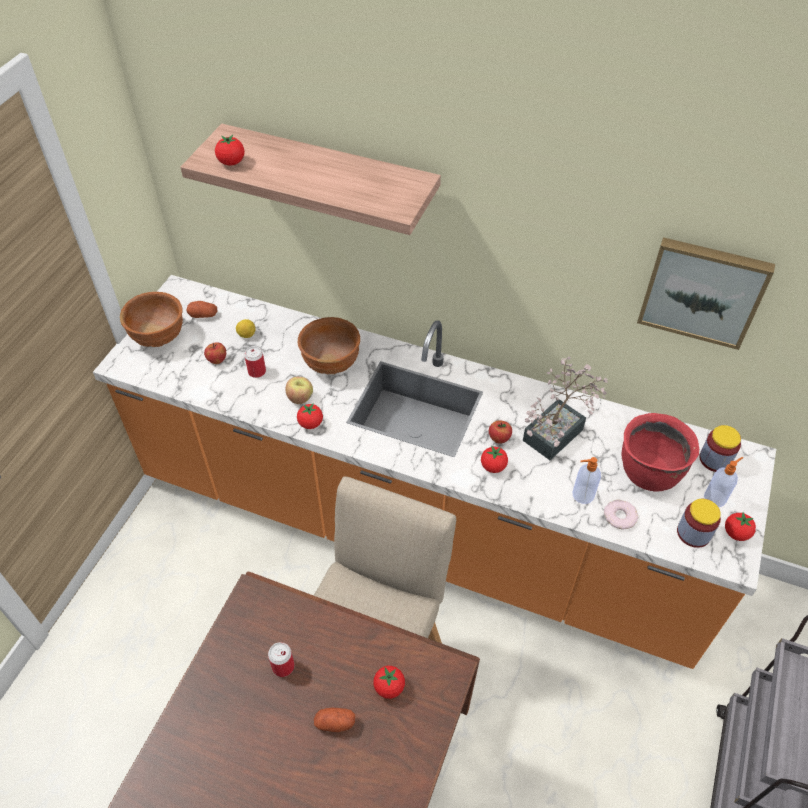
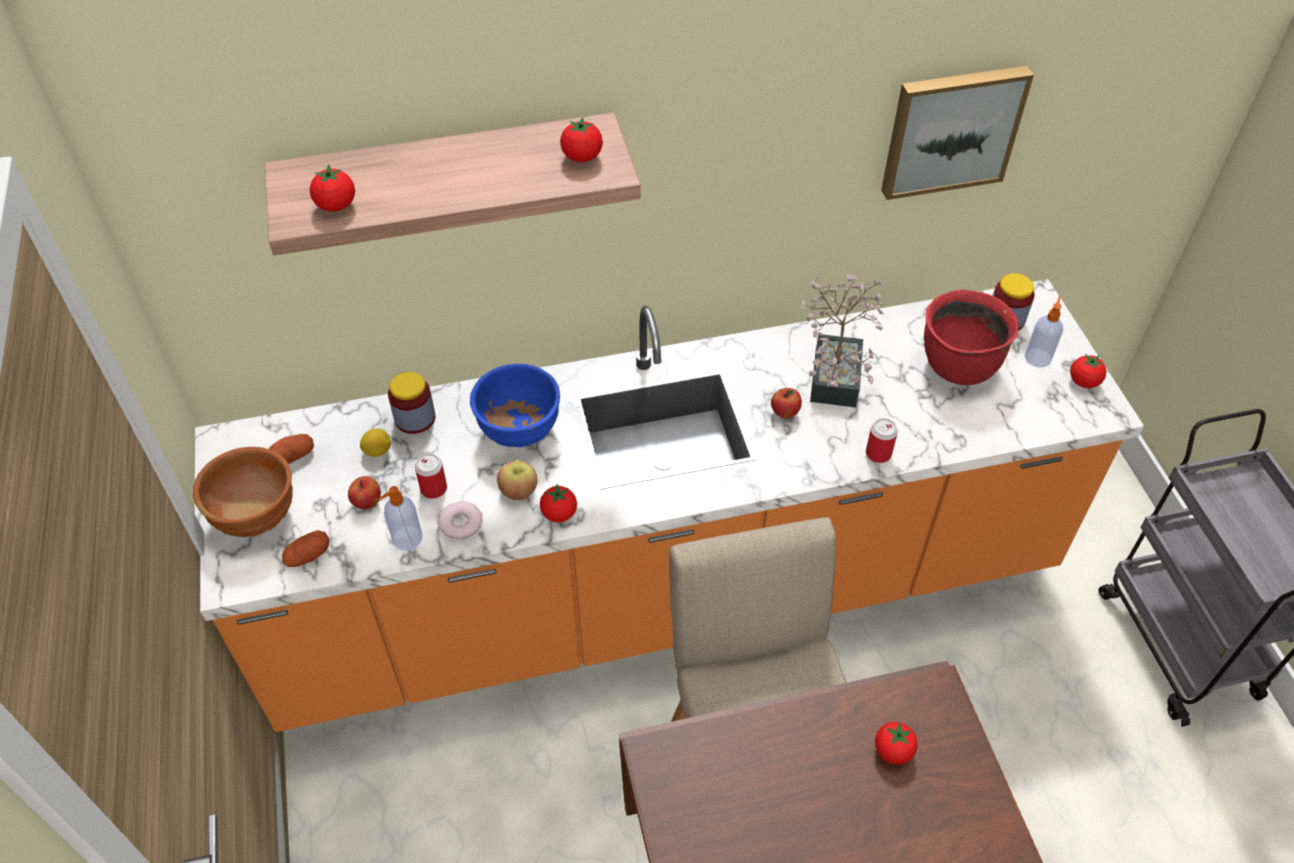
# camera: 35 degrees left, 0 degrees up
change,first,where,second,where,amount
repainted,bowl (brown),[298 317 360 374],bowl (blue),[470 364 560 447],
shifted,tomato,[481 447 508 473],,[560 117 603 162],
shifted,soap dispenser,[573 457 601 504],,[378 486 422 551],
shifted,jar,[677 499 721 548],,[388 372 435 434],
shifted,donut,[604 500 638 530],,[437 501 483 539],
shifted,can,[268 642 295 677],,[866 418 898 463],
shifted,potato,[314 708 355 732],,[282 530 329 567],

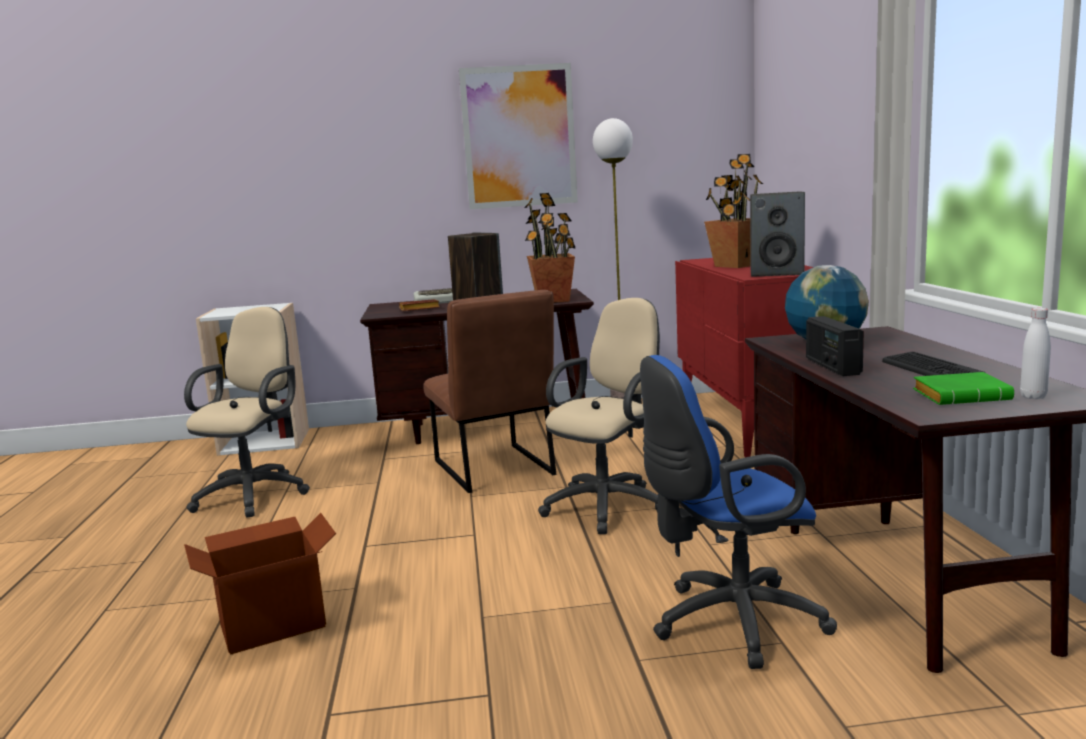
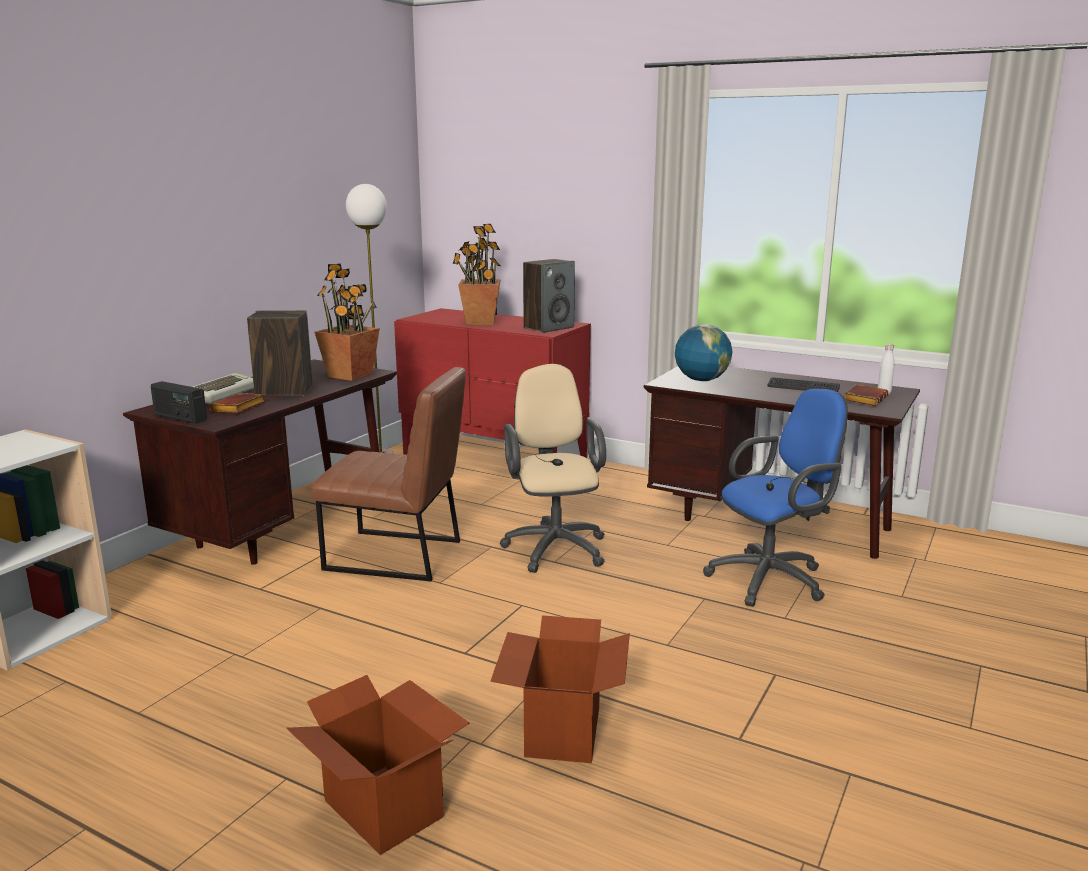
# camera: 55 degrees left, 5 degrees up
change,first,where,second,where,amount
gone,picture,[459 63 578 209],,,
gone,office chair (beige),[184 307 310 518],,,
shifted,radio,[806 316 864 376],,[151 381 207 424],
rotated,office chair (blue),[640 355 837 669],,[703 389 848 607],135 degrees counterclockwise
repainted,book (green),[913 372 1014 405],book (brown),[845 384 888 406],
new,,,cardboard box,[286 675 470 855],

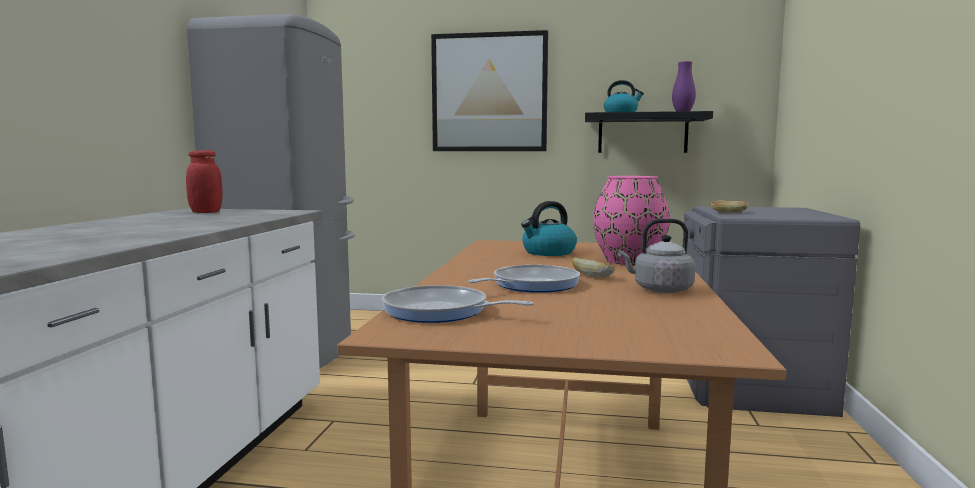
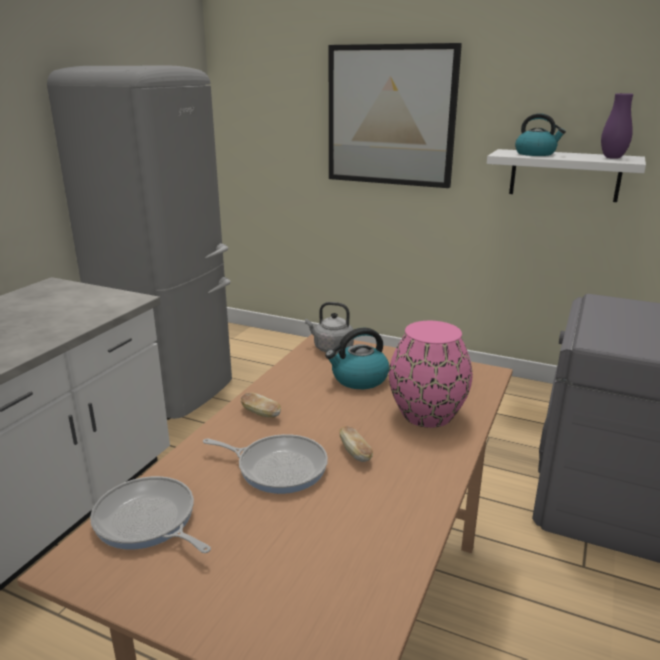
# camera: 15 degrees right, 15 degrees up
change,first,where,second,where,amount
repainted,shelf (black),[585 111 713 153],shelf (white),[487 149 646 202],
gone,jar (red),[186 150 223 213],,,
shifted,bread,[710 201 749 213],,[241 392 281 418],
shifted,kettle (grey),[618 219 696 293],,[305 302 354 353],
rotated,frying pan,[468 265 580 293],,[203 434 328 494],45 degrees clockwise

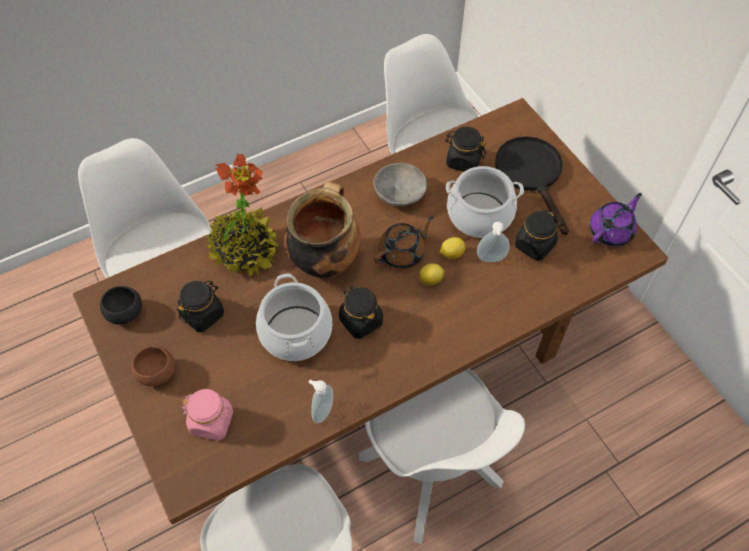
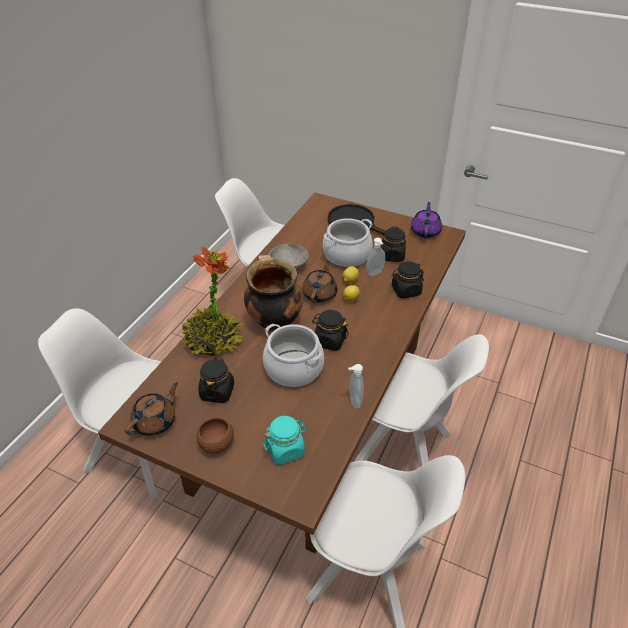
# camera: 35 degrees left, 15 degrees down
change,first,where,second,where,amount
shifted,jar (black),[445 127 486 172],,[391 261 424 299],
swapped,bowl (black),[100 286 142 325],teapot (brown),[125 382 178 436],
repainted,jar (pink),[182 389 233 441],jar (turquoise),[263 416 307 465],

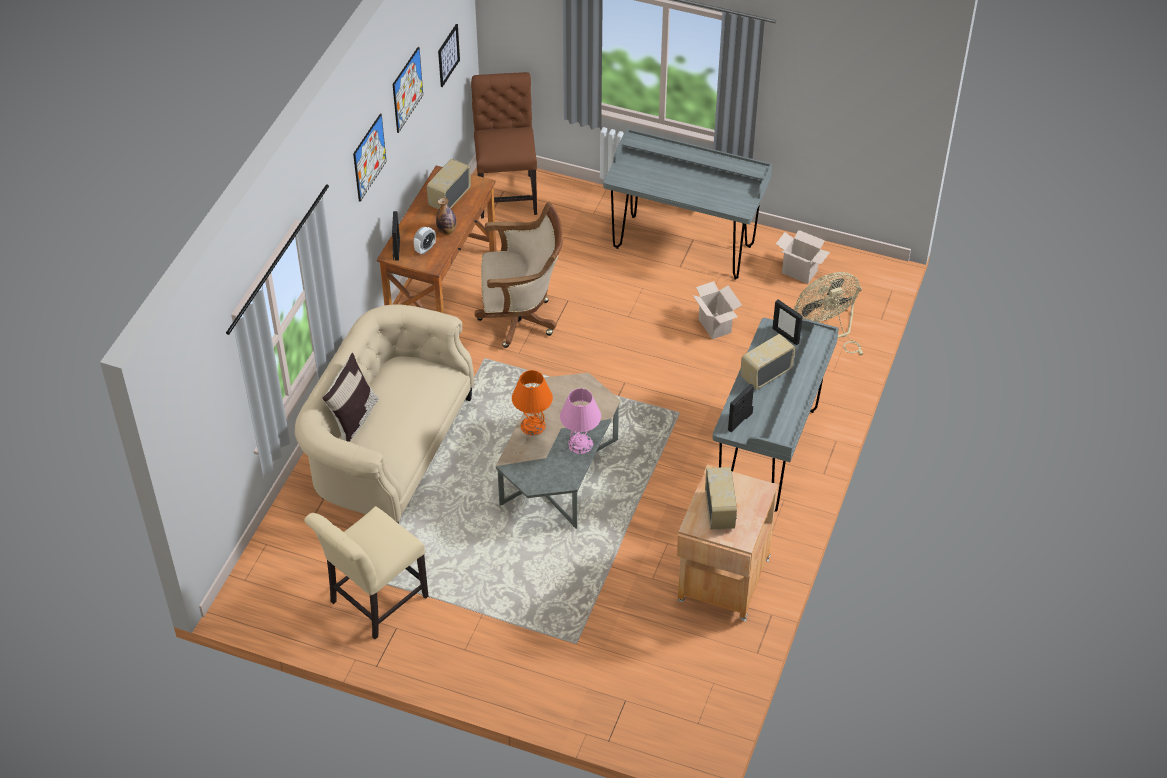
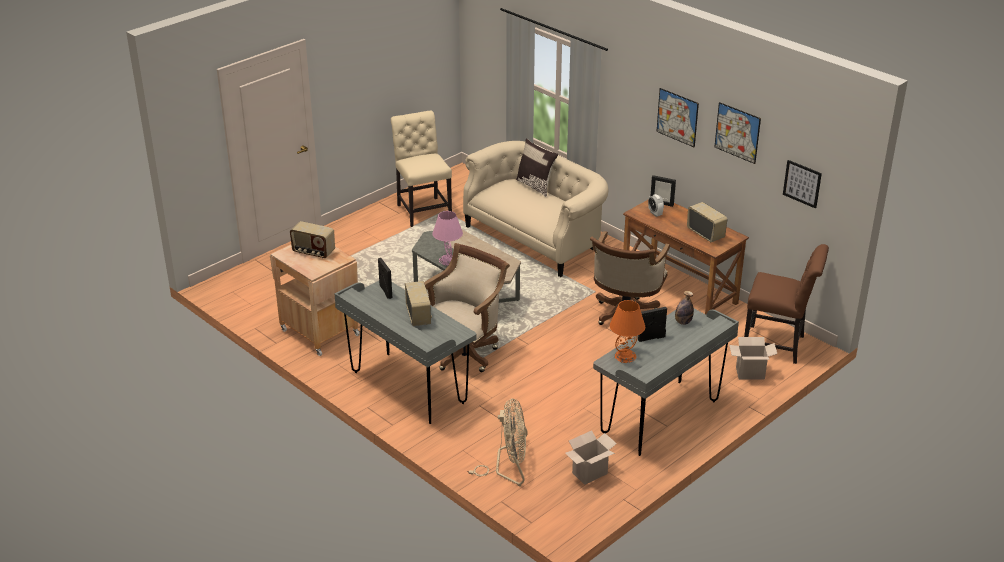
# camera: 115 degrees right, 15 degrees down
change,first,where,second,where,amount
shifted,bottle,[436 198 457 235],,[675 291 694 325],
shifted,cardboard box,[693 281 742 339],,[729 337 777 379],
shifted,picture frame,[772 299 803 345],,[638 307 667 342],
shifted,table lamp (orange),[512 370 553 436],,[610 300 645 363],
new,,,office chair,[424 243 510 372],

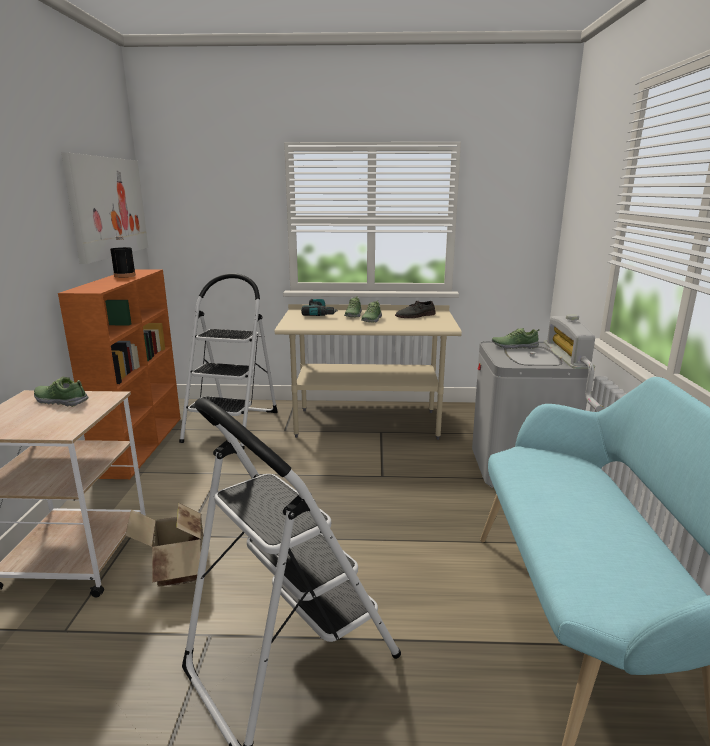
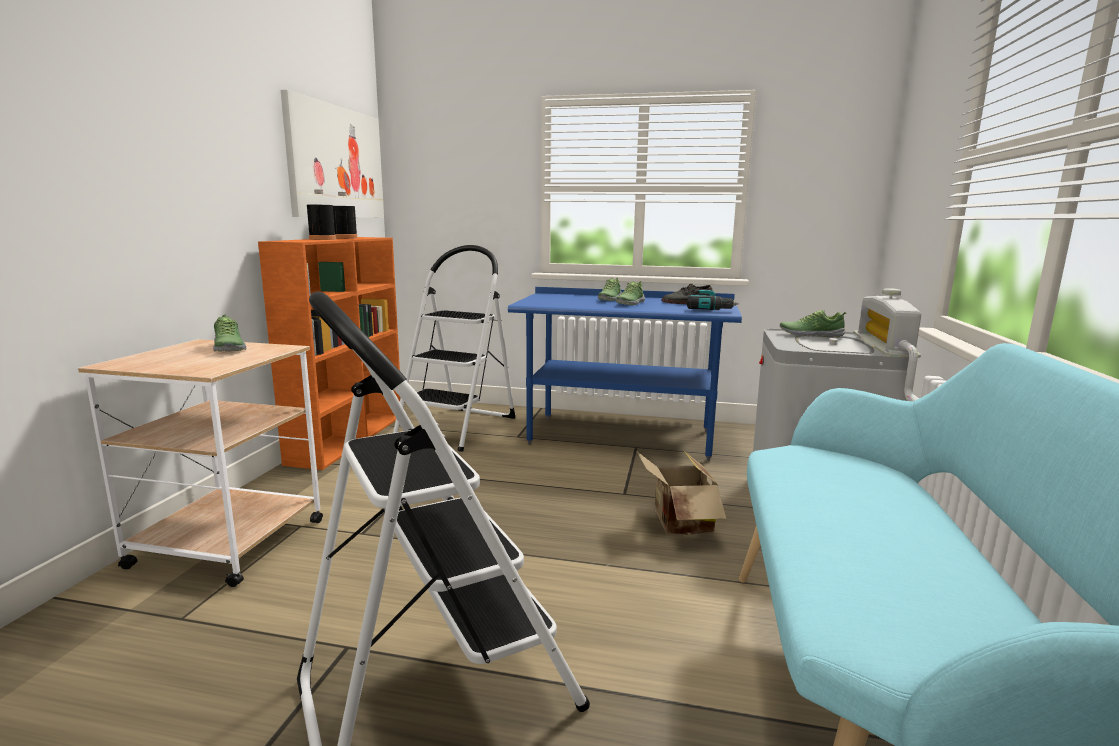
# camera: 10 degrees right, 5 degrees down
change,first,where,second,where,amount
shifted,power drill,[301 299 338 316],,[687 289 739 310],
repainted,desk (beige),[275 304 462 440],desk (blue),[508 287 742 461],
rotated,shoe,[34 377 88 407],,[213 314 246 352],150 degrees counterclockwise
shifted,cardboard box,[125 503 205 587],,[636 450 726 535],
new,,,bottle (black),[307 189 336 240],

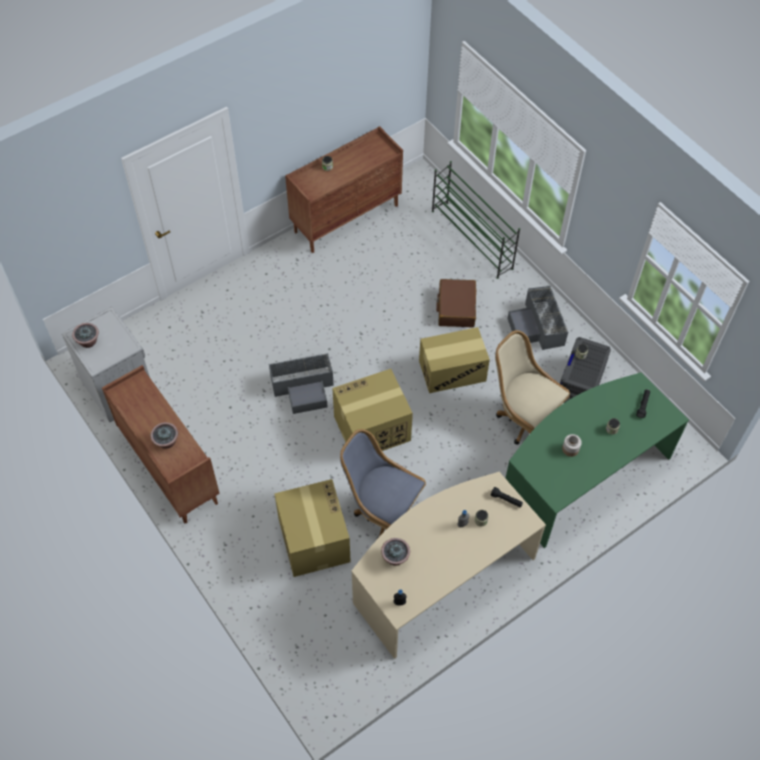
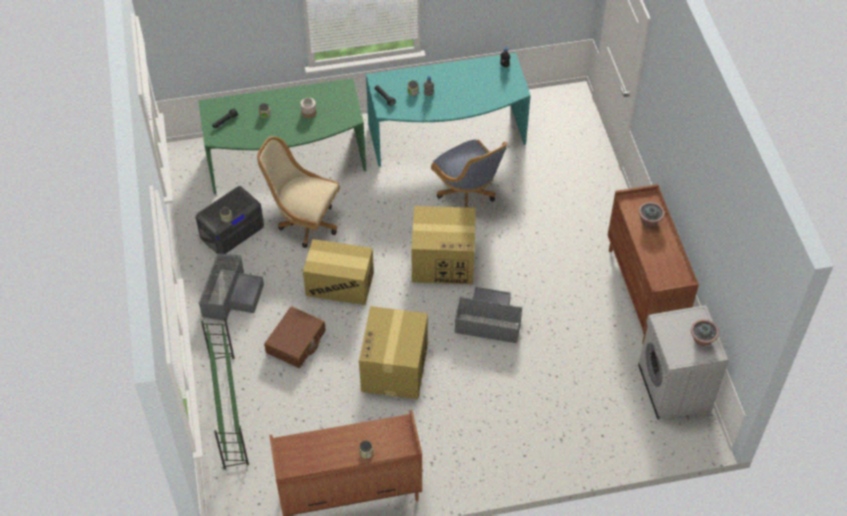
# camera: 155 degrees left, 5 degrees down
change,first,where,second,where,amount
rotated,office chair (beige),[495 330 570 444],,[257 136 340 248],135 degrees clockwise
repainted,desk (beige),[351 472 546 659],desk (turquoise),[366 53 531 167],
shifted,cardboard box,[274 479 351 577],,[359 306 428 399],
gone,potted plant,[381 538 410 566],,,

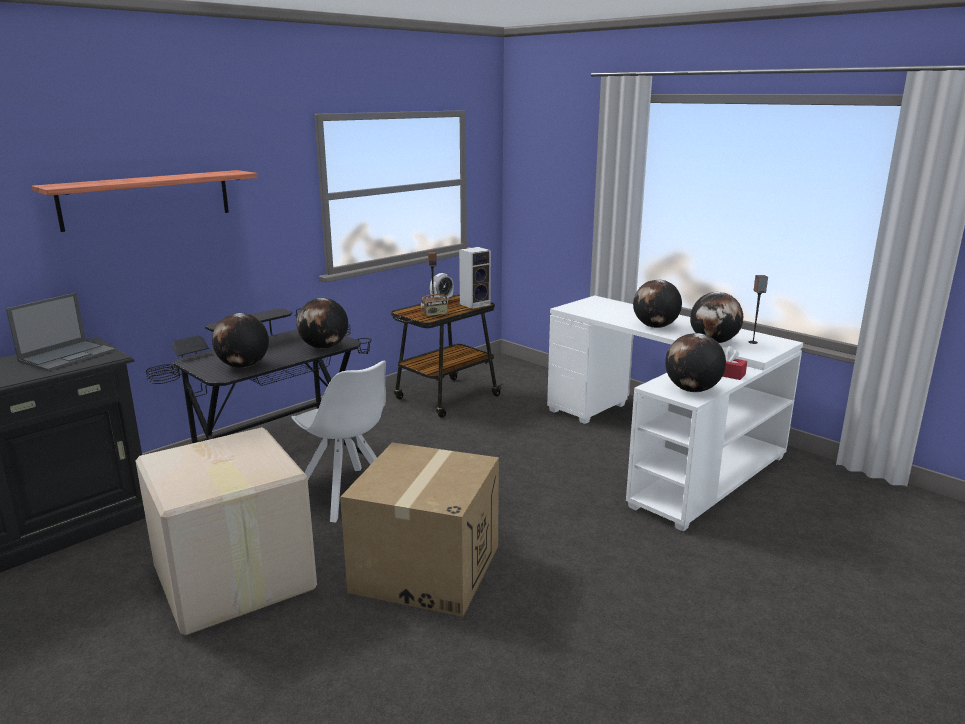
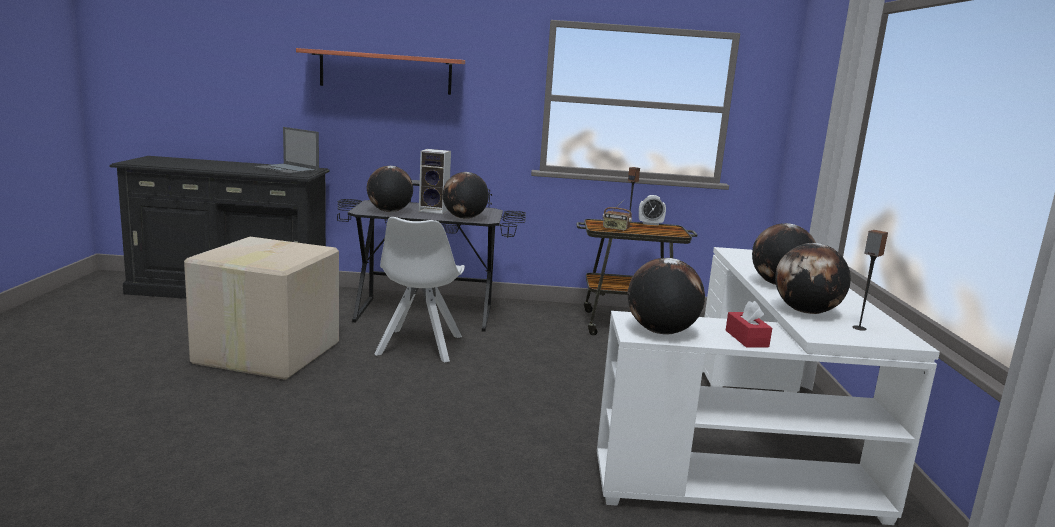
# camera: 45 degrees right, 5 degrees down
change,first,where,second,where,amount
shifted,speaker,[459 247 491 309],,[419 149 451 214],
rotated,laptop,[6 293 115 371],,[254 127 319 175],45 degrees clockwise
gone,cardboard box,[340 442 499 617],,,

